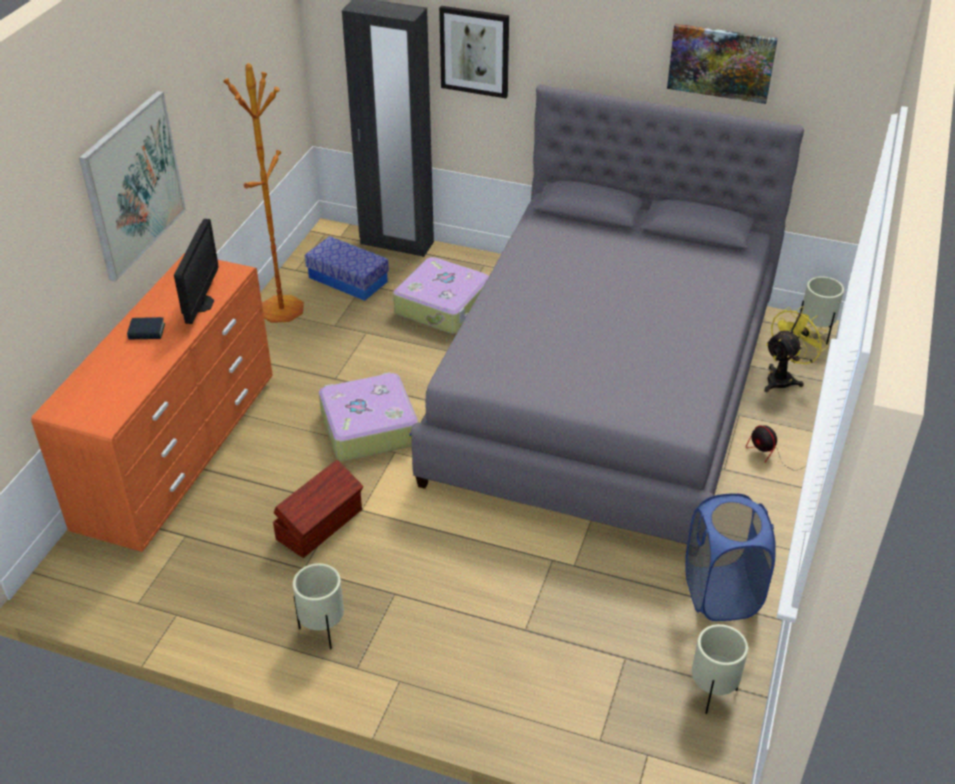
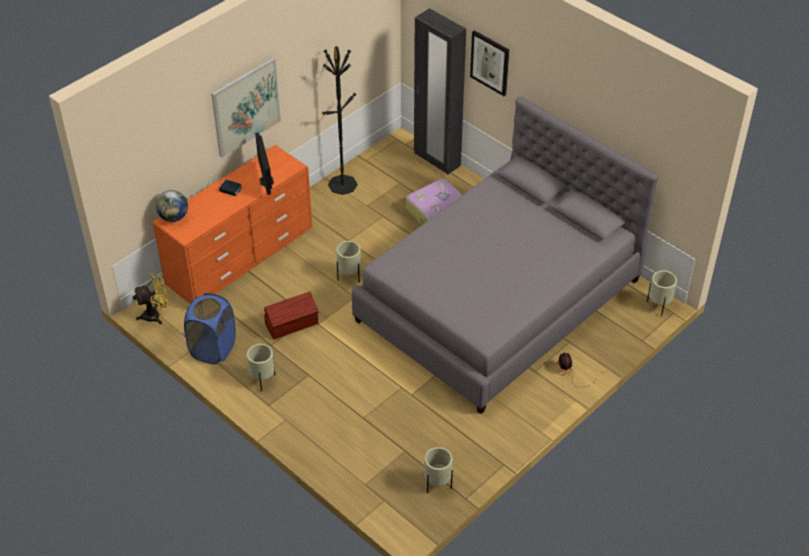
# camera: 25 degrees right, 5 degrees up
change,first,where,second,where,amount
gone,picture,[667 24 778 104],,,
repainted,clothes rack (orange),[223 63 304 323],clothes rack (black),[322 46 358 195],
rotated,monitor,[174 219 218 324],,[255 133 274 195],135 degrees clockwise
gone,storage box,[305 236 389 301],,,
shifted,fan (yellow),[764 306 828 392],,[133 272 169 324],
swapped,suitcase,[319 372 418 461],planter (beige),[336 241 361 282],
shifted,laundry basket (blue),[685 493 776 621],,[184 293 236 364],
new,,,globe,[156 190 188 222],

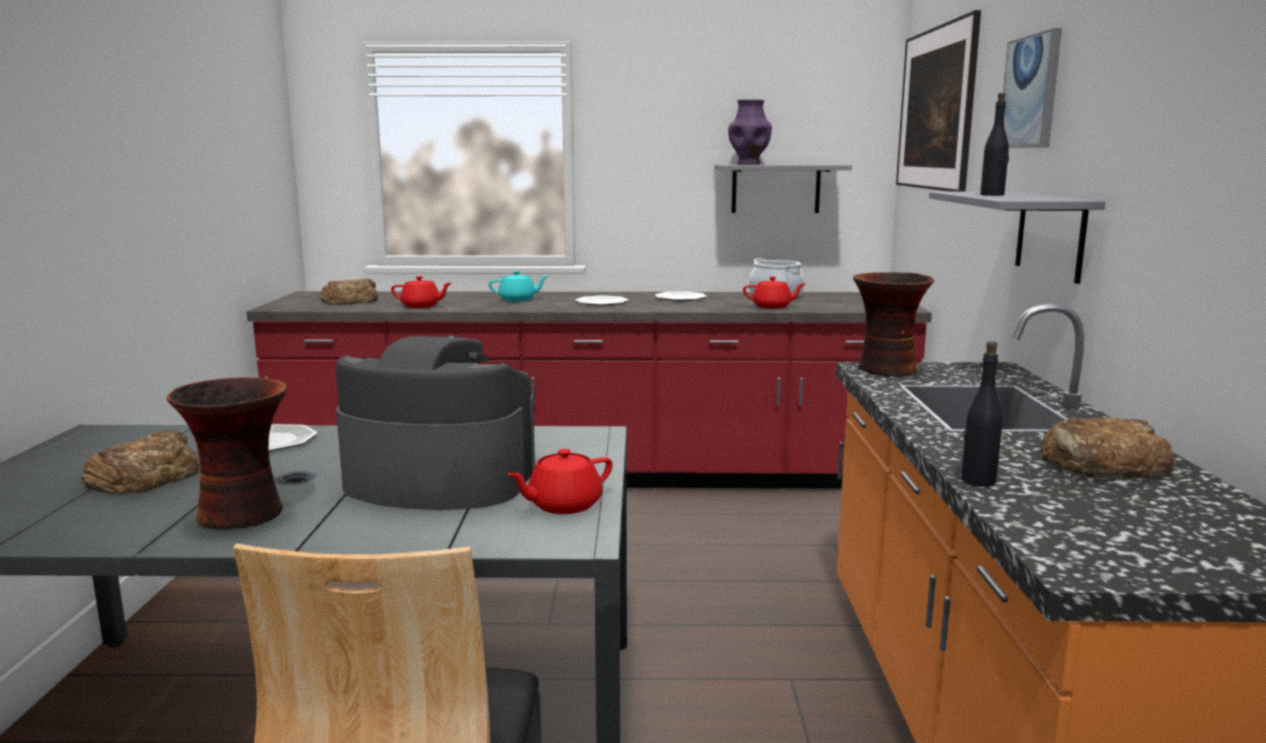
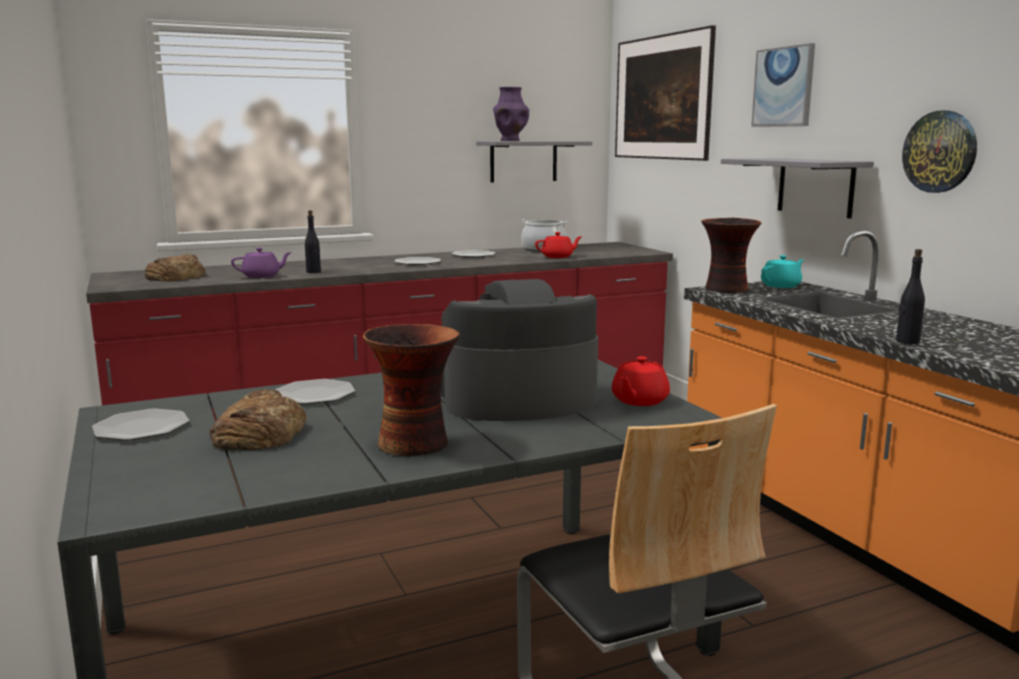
# camera: 25 degrees left, 0 degrees up
change,first,where,second,where,amount
shifted,bottle (black),[980 93 1009 196],,[305 210 321 273],
shifted,teapot (turquoise),[489 271 549 301],,[761 255 804 288],
repainted,teapot (red),[391 276 452 308],teapot (purple),[231 248 292 278],
gone,bread,[1040 417 1176 480],,,
new,,,wall clock,[902 110 977 193],
new,,,plate,[92 409 190 441],

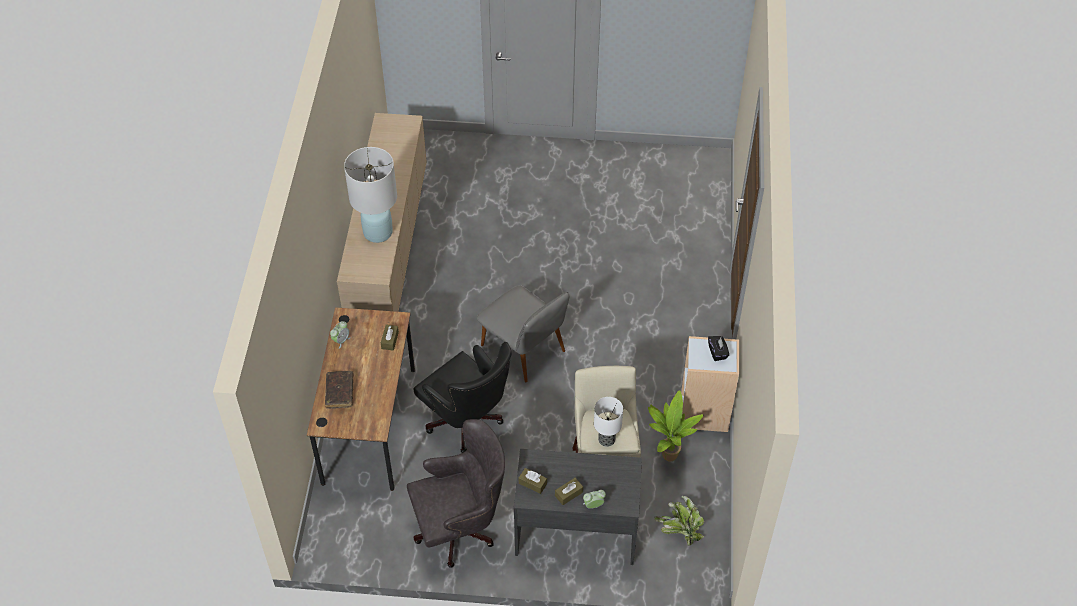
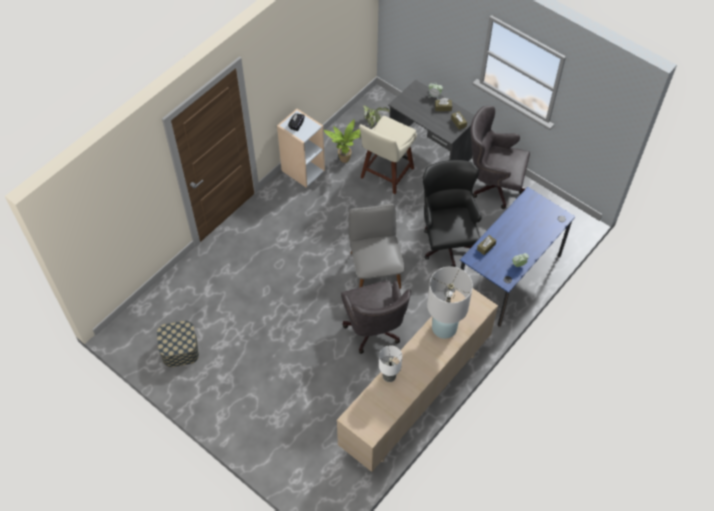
# camera: 145 degrees left, 5 degrees up
change,first,where,second,where,amount
repainted,desk (brown),[307 307 415 491],desk (blue),[460 187 575 327],
gone,book (brown),[325 371 353 409],,,
shifted,table lamp,[594 397 623 447],,[379 345 402 382],
new,,,office chair (grey),[341 280 411 354],
new,,,storage box,[157 321 199 367],

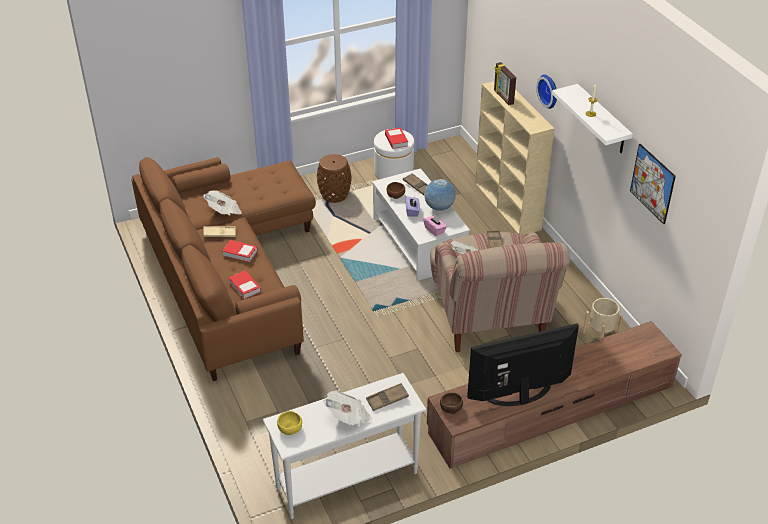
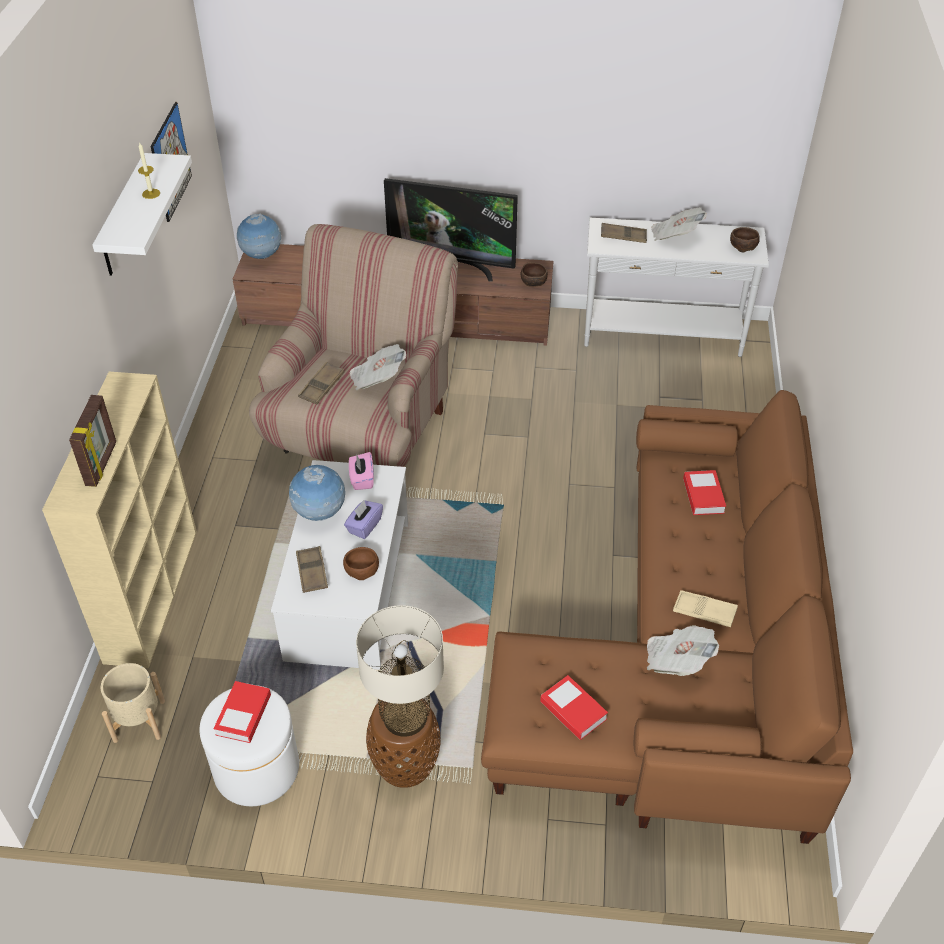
# camera: 150 degrees left, 5 degrees up
change,first,where,second,where,amount
gone,wall clock,[536 75 557 109],,,
shifted,book,[222 240 258 263],,[540 675 608 740],
shifted,planter (beige),[583 298 623 338],,[101 663 165 743],
repainted,bowl (yellow),[277 411 302 435],bowl (brown),[730 227 760 253],
new,,,globe,[237 214 281 259],
new,,,table lamp,[356 605 444 737],

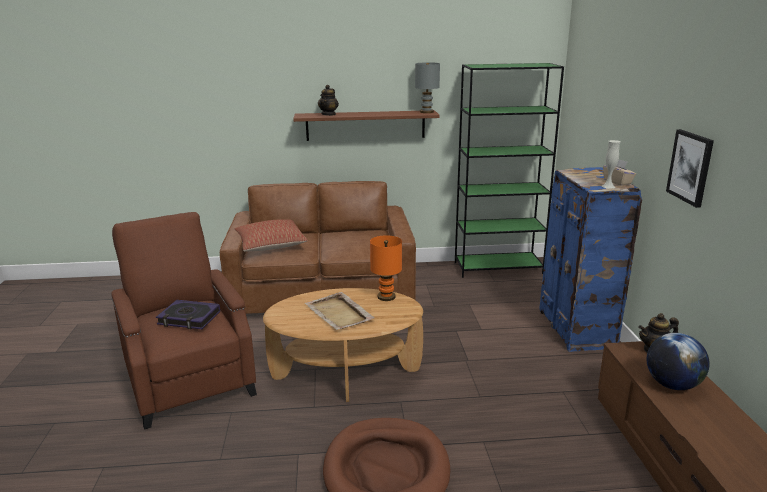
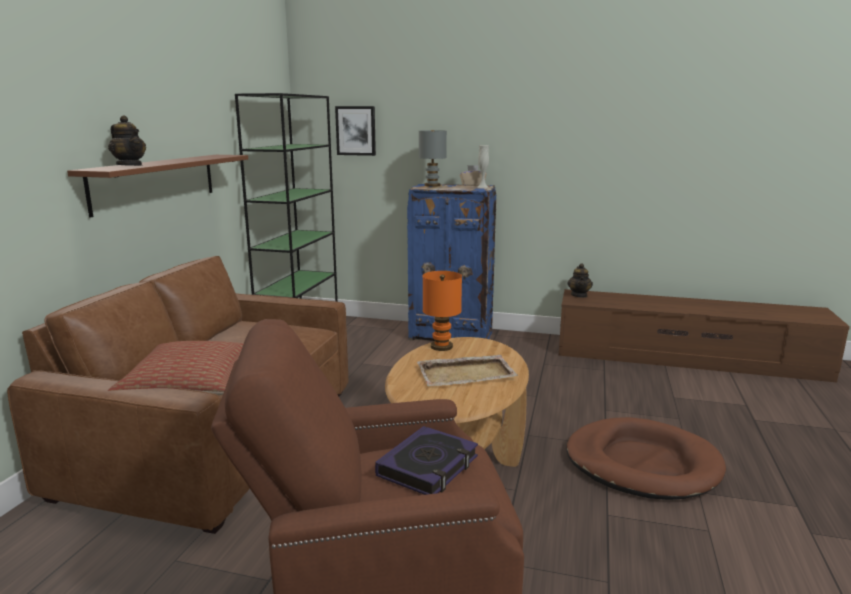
# camera: 70 degrees left, 5 degrees down
change,first,where,second,where,amount
shifted,table lamp (grey),[415 62 440 113],,[419 130 447 187],
shifted,picture,[666 129 714 208],,[335 106 376 156],
gone,globe,[647 333 710 390],,,

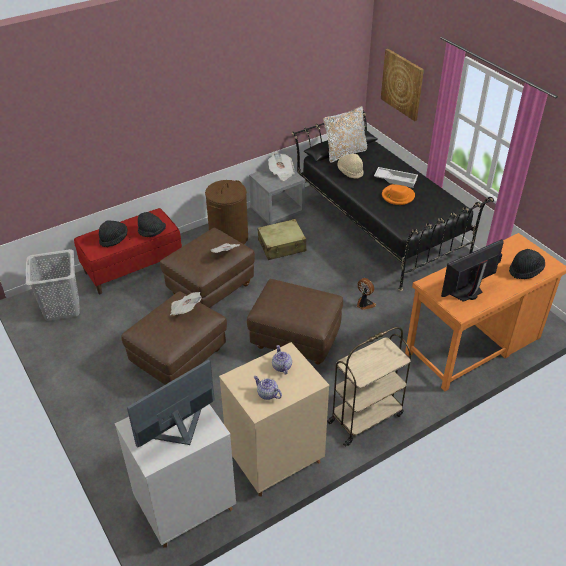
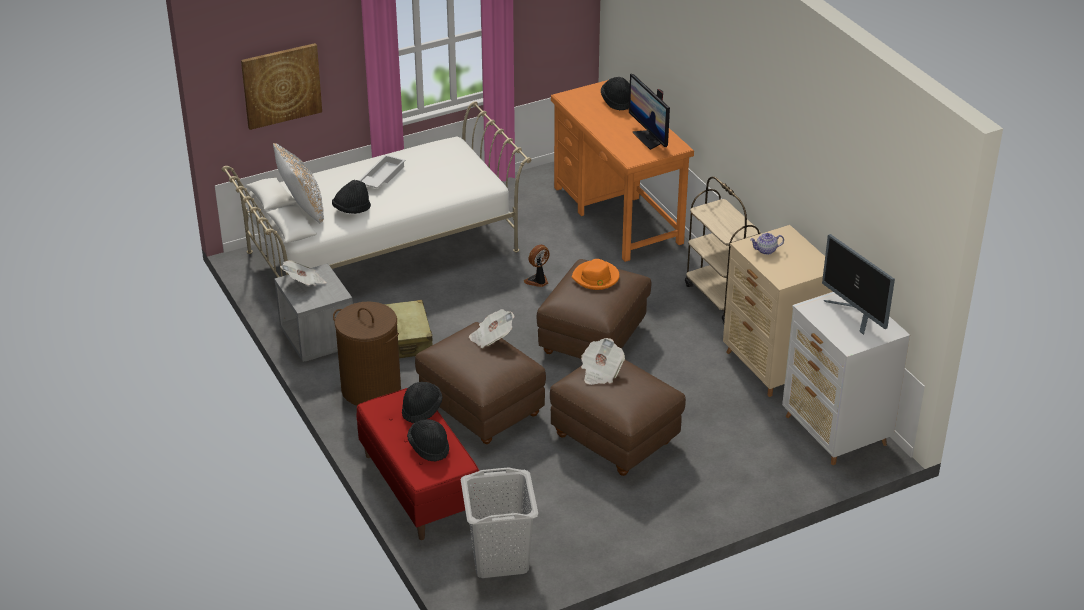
# camera: 85 degrees left, 5 degrees down
change,first,where,second,where,amount
repainted,bed (black),[292 110 494 291],bed (white),[222 101 531 278],
repainted,hat (beige),[337 154 364 178],hat (black),[332 180 371 214],
shifted,hat (orange),[382 184 415 205],,[572 259 620 290],
gone,teapot,[254 376 282 400],,,

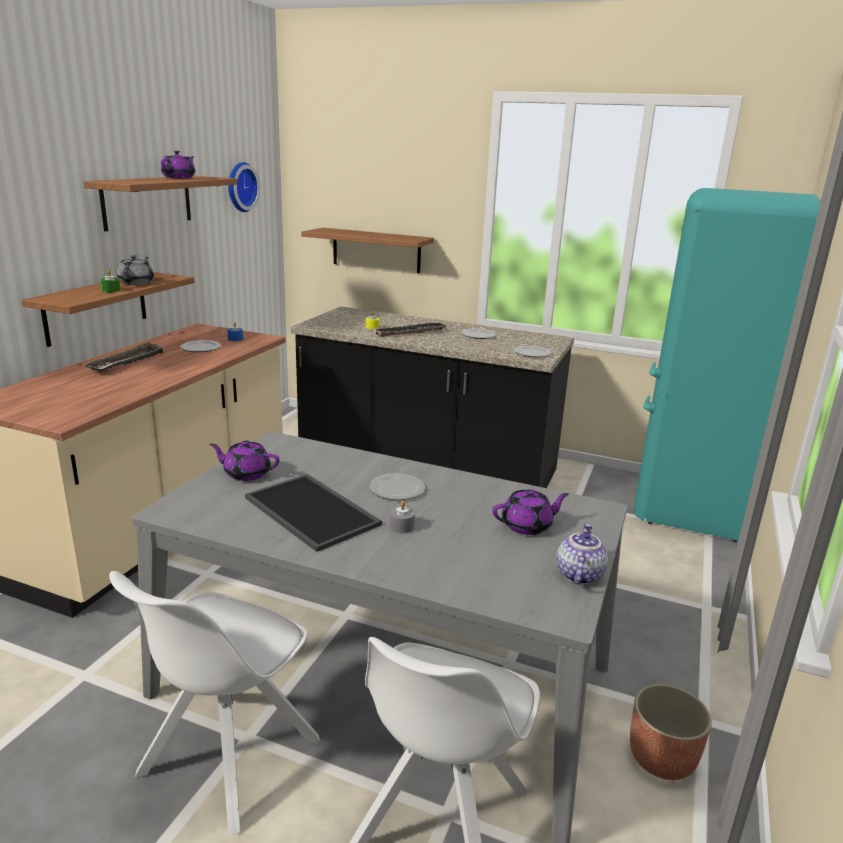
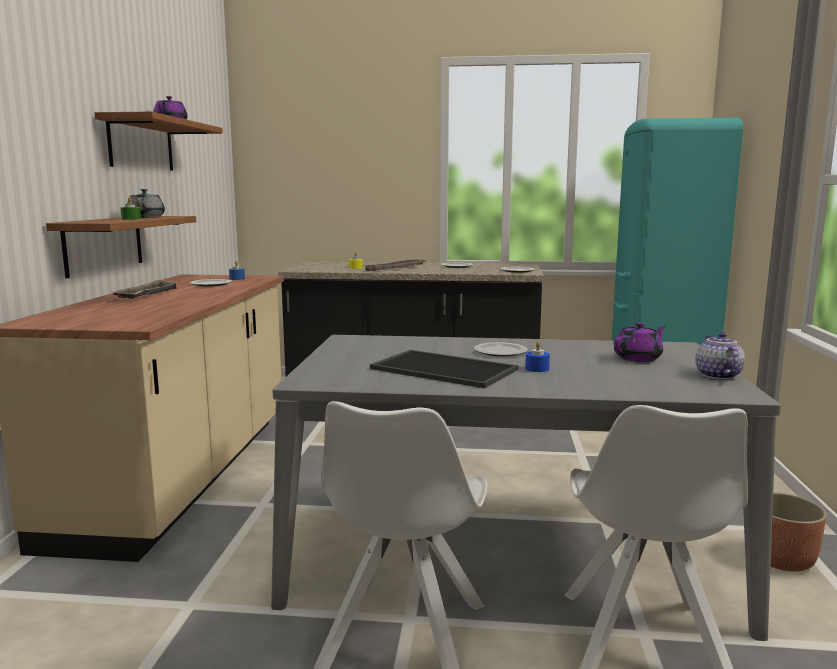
# camera: 15 degrees left, 10 degrees down
change,first,where,second,where,amount
gone,wall clock,[228 162 260 212],,,
gone,shelf,[302 228 434 274],,,
gone,teapot (purple),[210 440 280 481],,,
repainted,candle (grey),[390 501 415 533],candle (blue),[525 341 550 372],

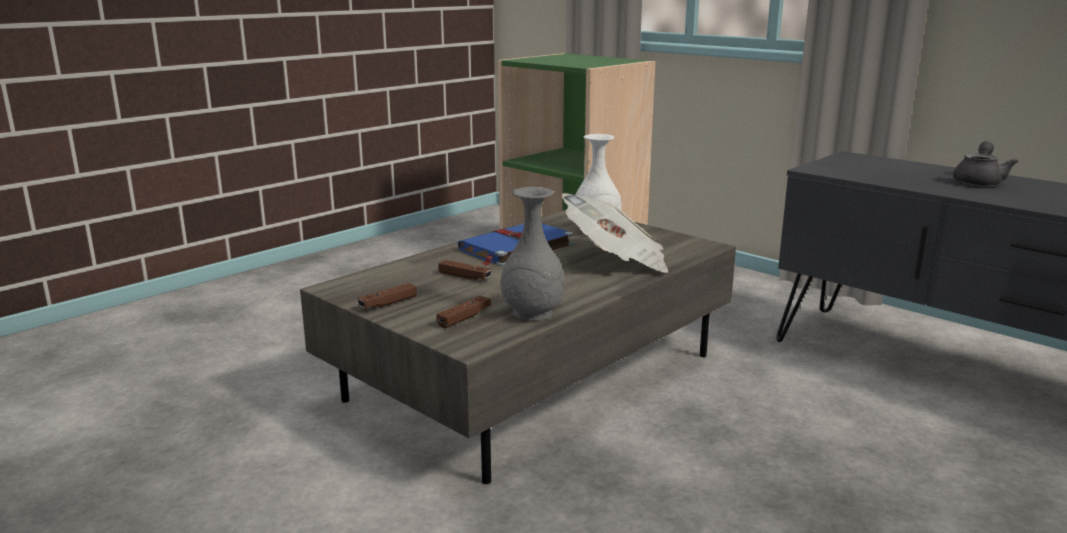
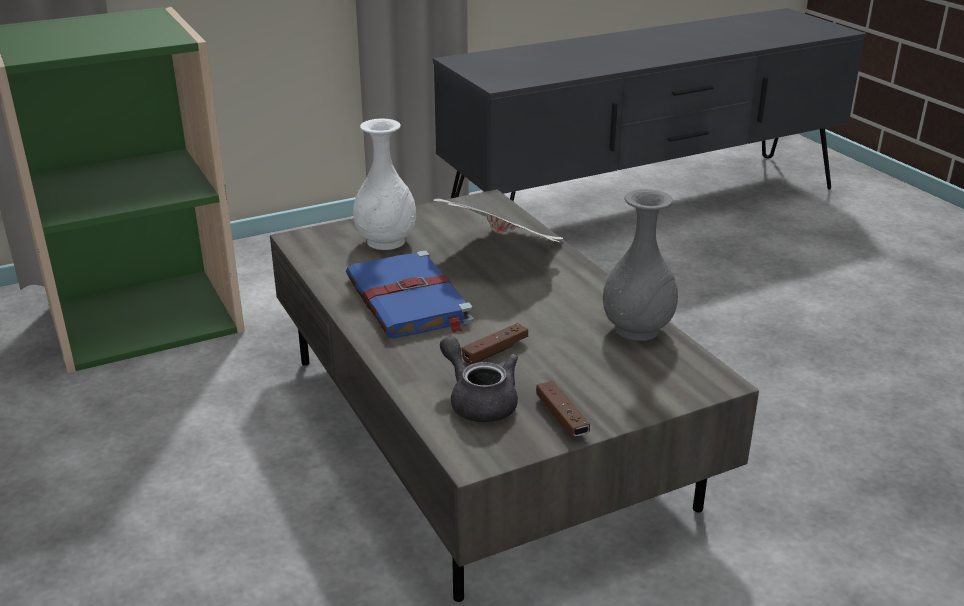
# camera: 70 degrees left, 10 degrees up
change,first,where,second,where,amount
shifted,teapot (grey),[953 141 1019 186],,[440 336 518 423],
gone,game controller (brown),[436 296 491 328],,,

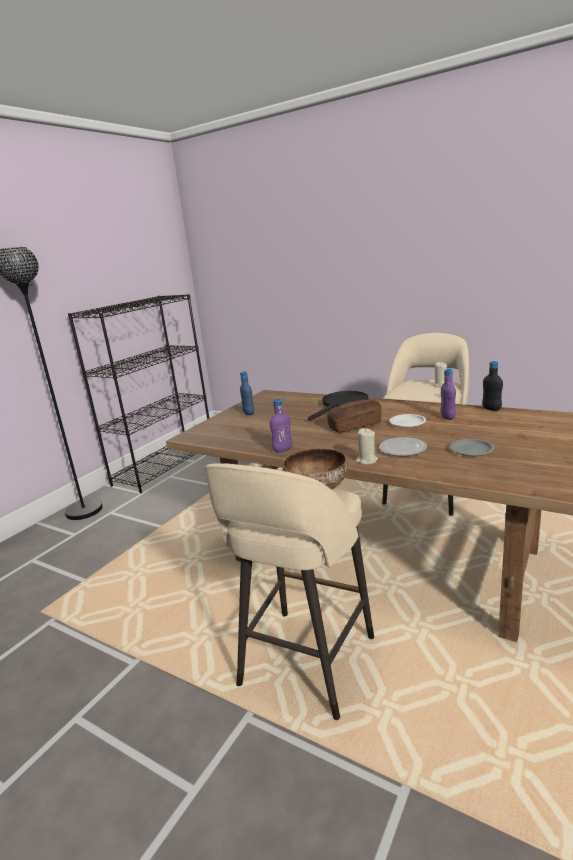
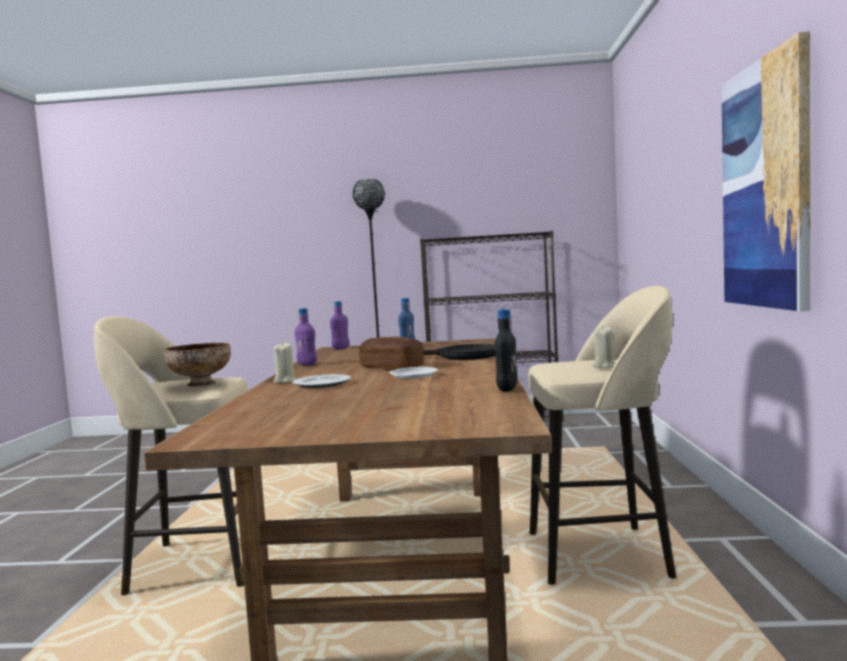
# camera: 60 degrees right, 15 degrees down
change,first,where,second,where,amount
shifted,bottle (purple),[441 369 456 420],,[330 301 349 350],
gone,plate (grey),[450 439 494 456],,,
new,,,picture,[721 31 810 311],

